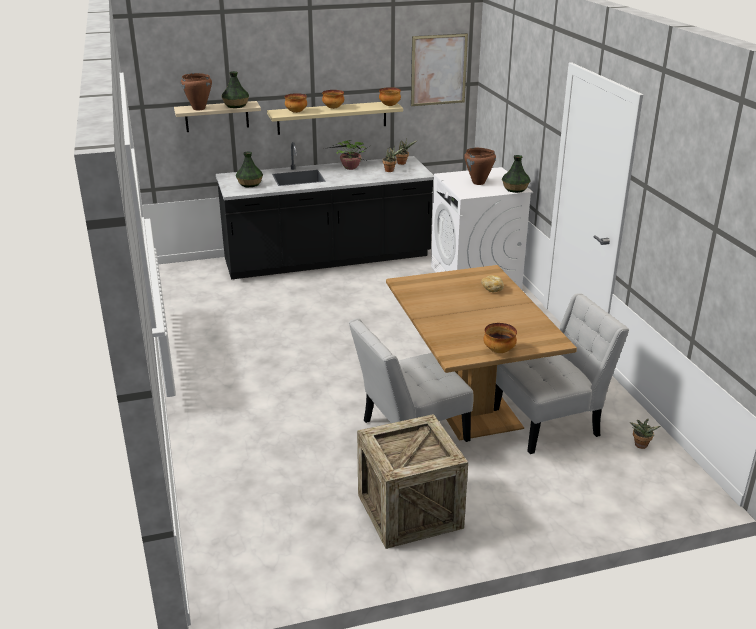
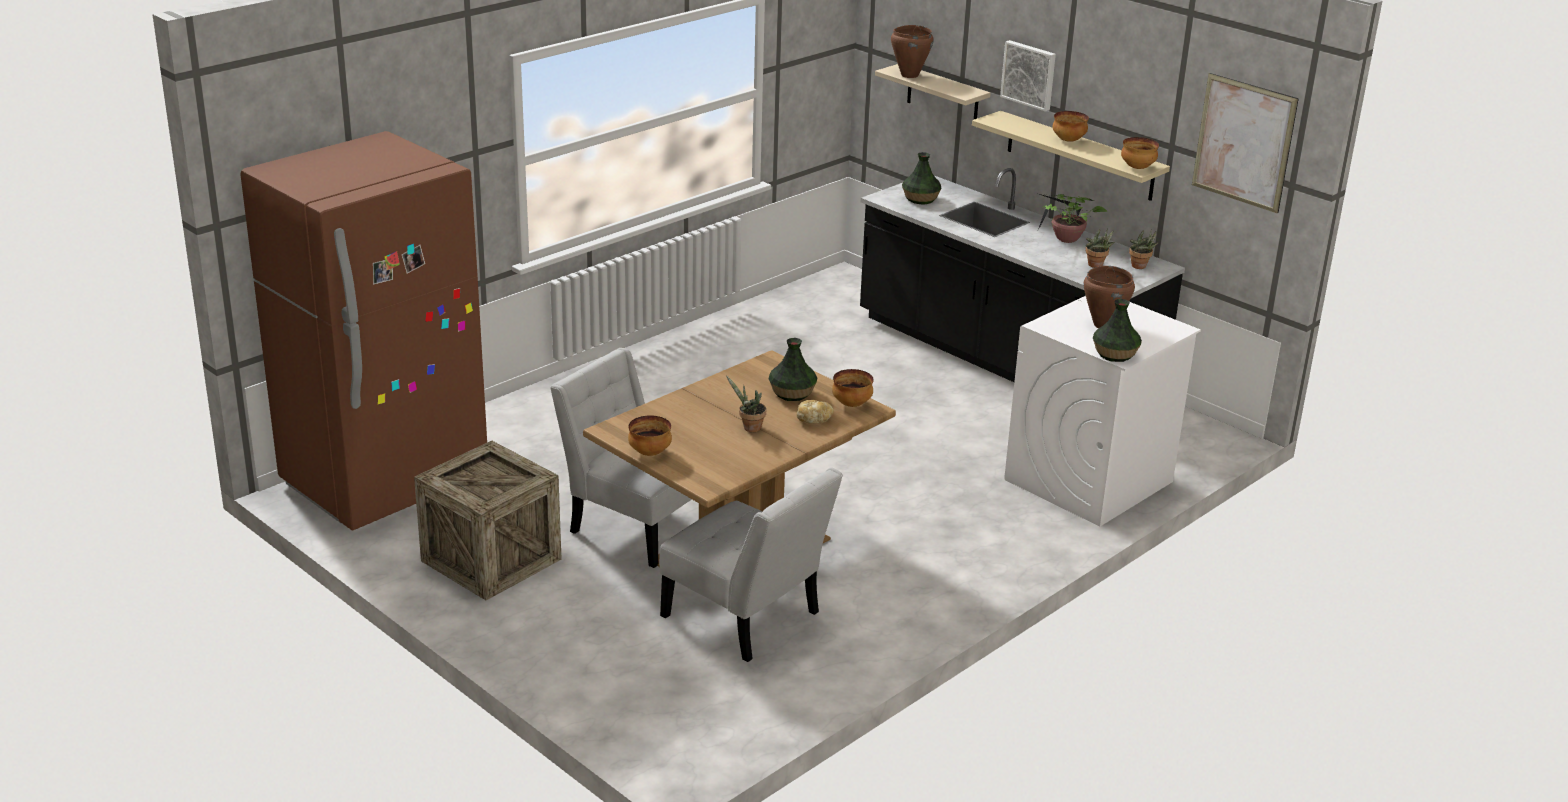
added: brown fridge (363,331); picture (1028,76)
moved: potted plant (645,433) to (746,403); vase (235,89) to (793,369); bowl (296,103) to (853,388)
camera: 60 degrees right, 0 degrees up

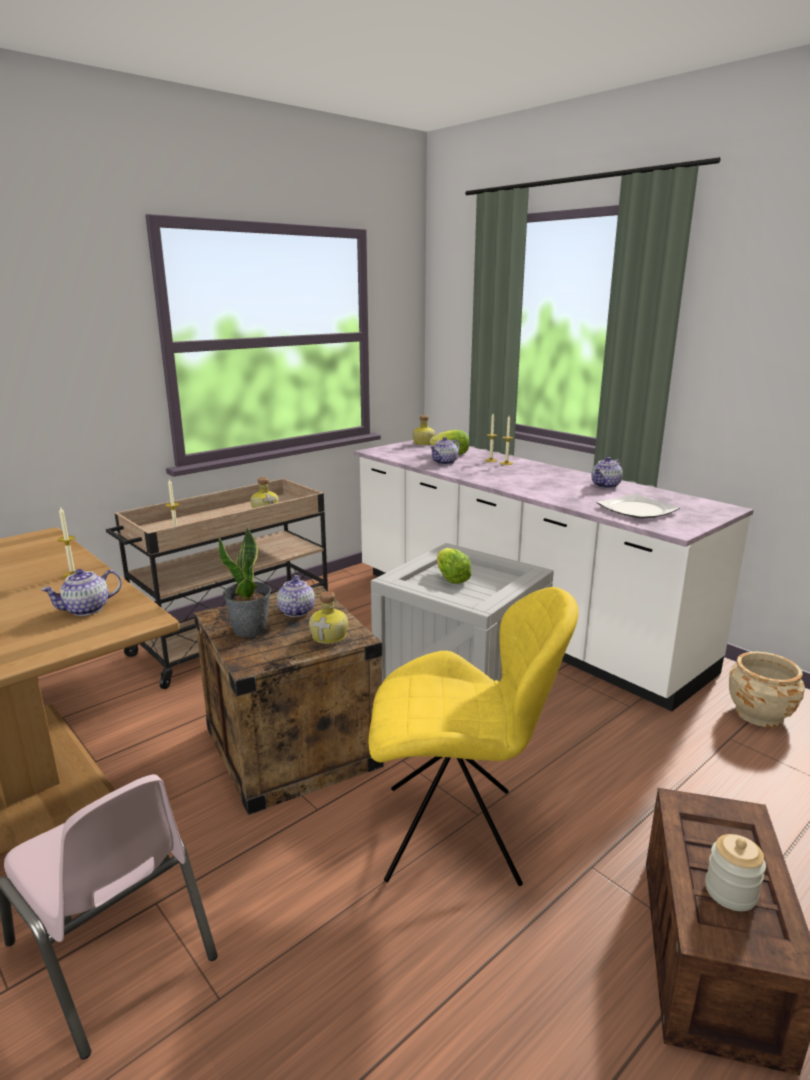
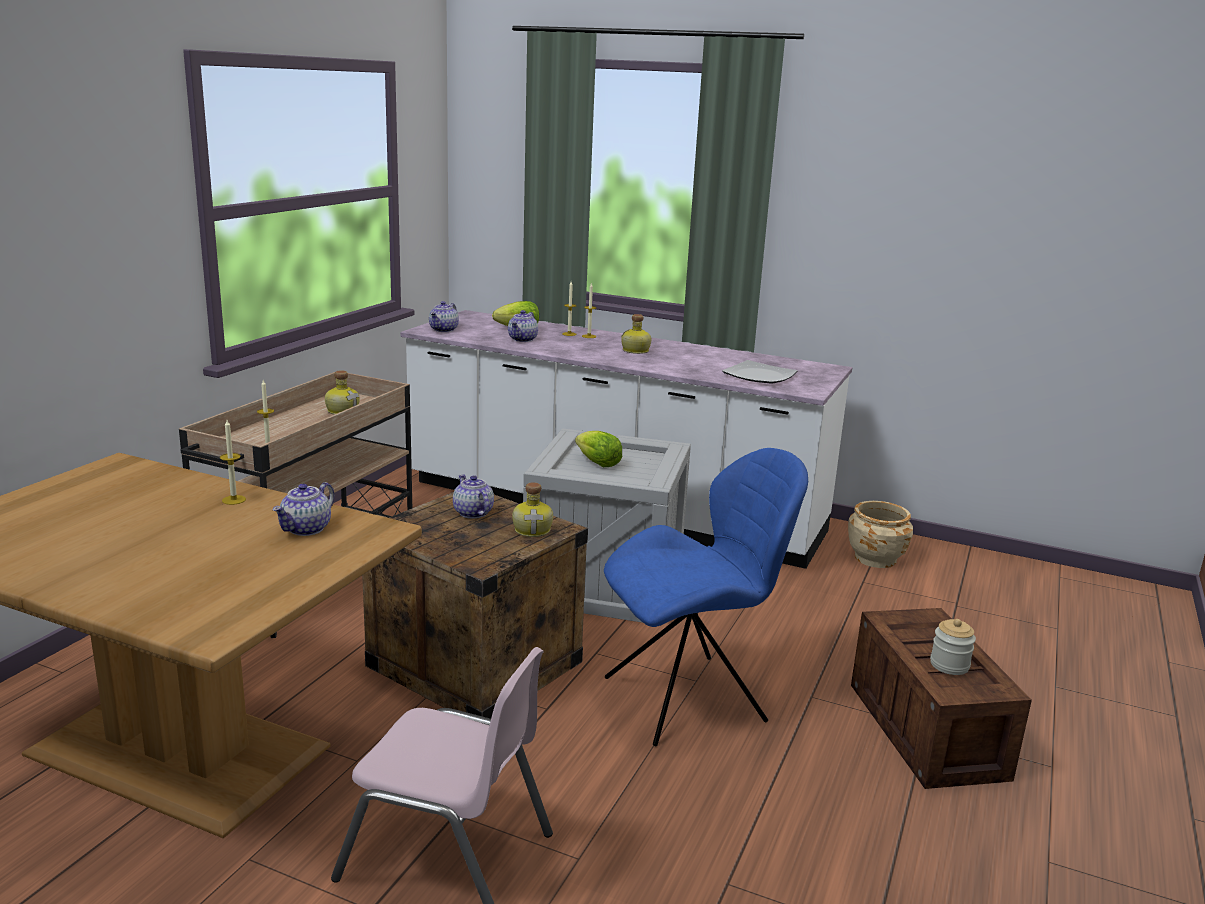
removed: potted plant (244,581)
moved: teapot (607,472) to (444,316); bottle (424,430) to (636,334)
recoloured: yellow chair (473,736) to blue chair (706,597)
camera: 25 degrees left, 0 degrees up

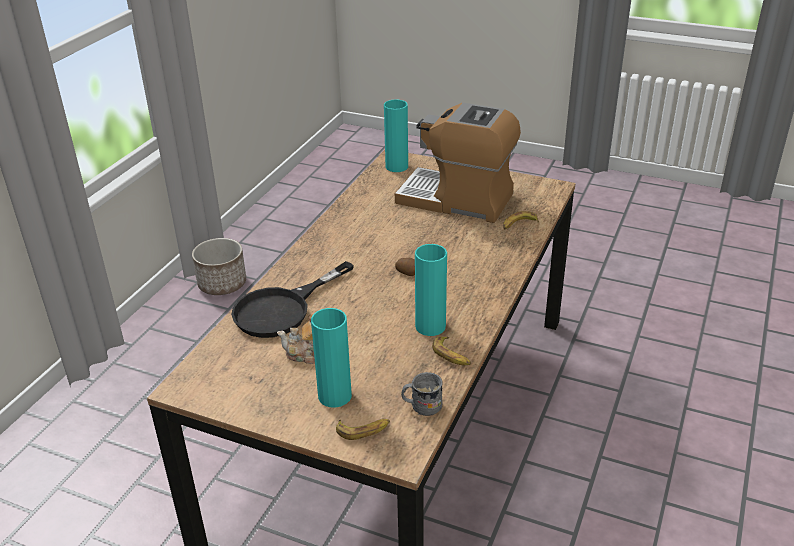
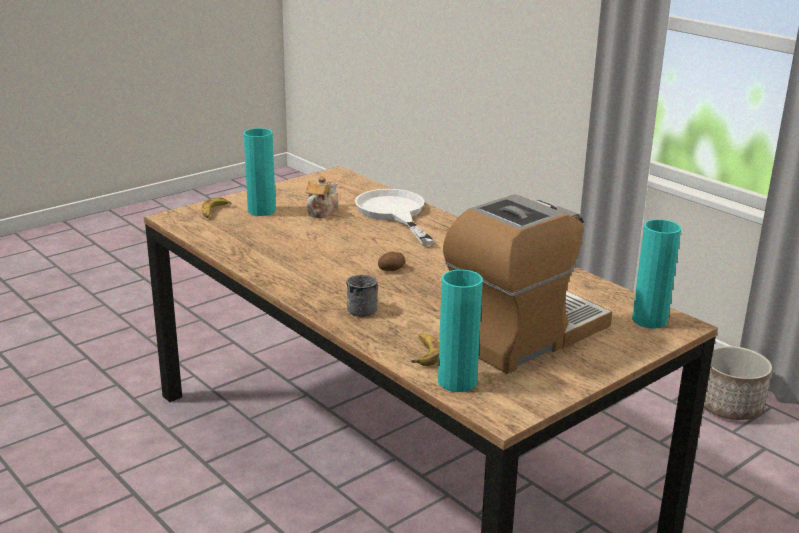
removed: banana (451,351)
moved: grey mug (422,394) to (362,296); turquoise vase (431,290) to (460,331)
recoloured: black frying pan (292,299) to white frying pan (394,217)
camera: 115 degrees right, 10 degrees down

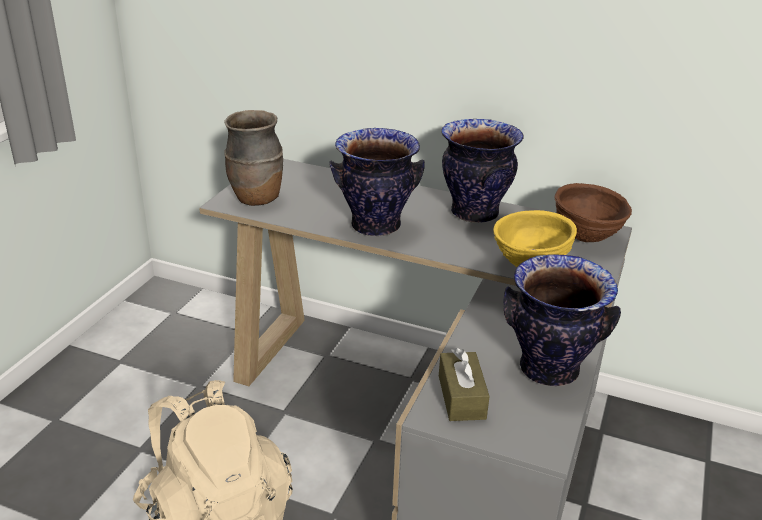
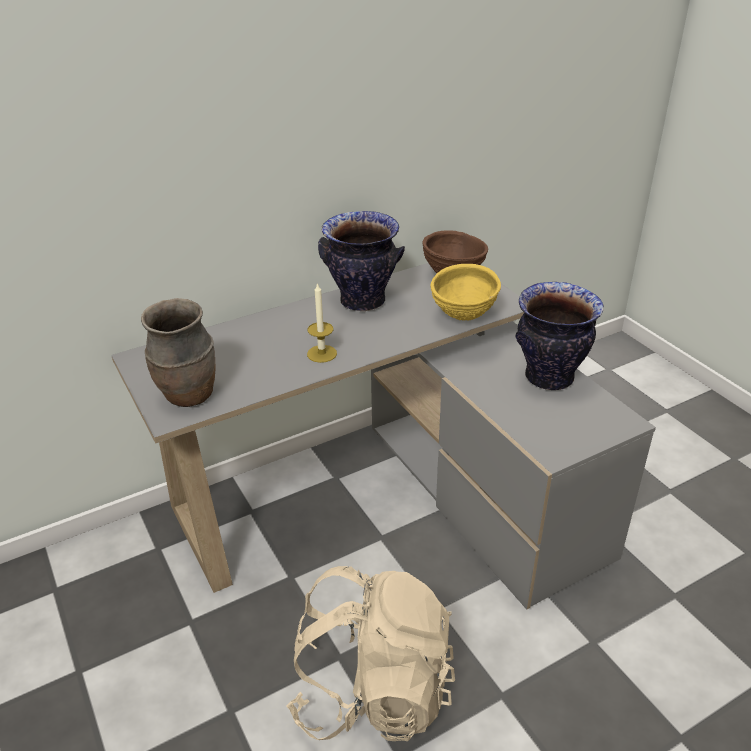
removed: brown tissue box (464,384)
replaced: vase (377,182) to candle (322,323)
camera: 50 degrees left, 5 degrees up

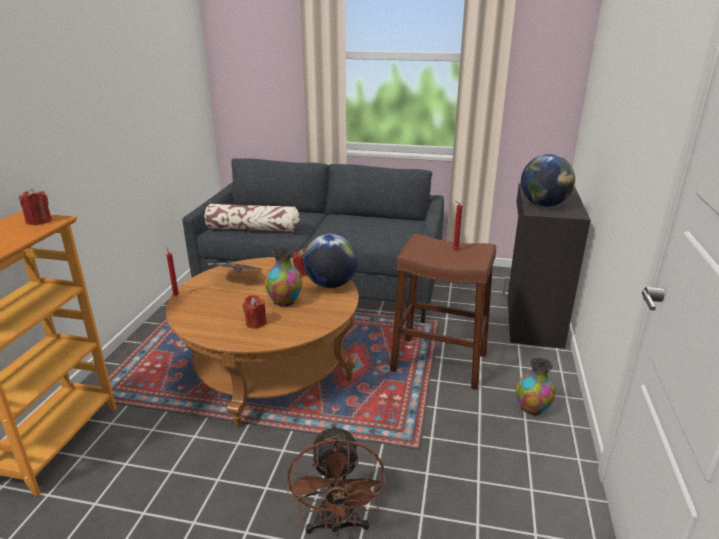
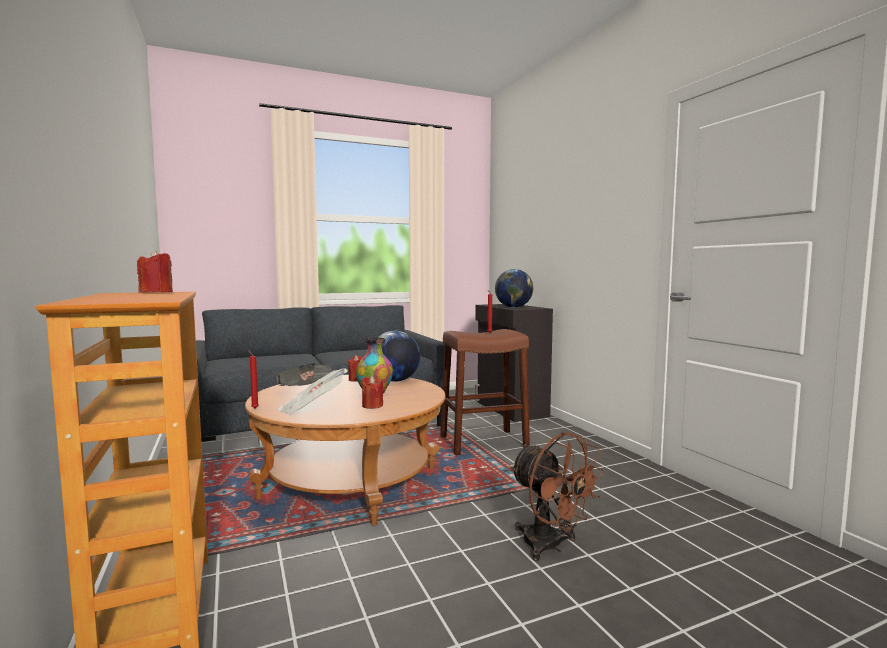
removed: pillow (252,218); vase (535,386)
added: newspaper (312,391)
camera: 35 degrees left, 20 degrees down

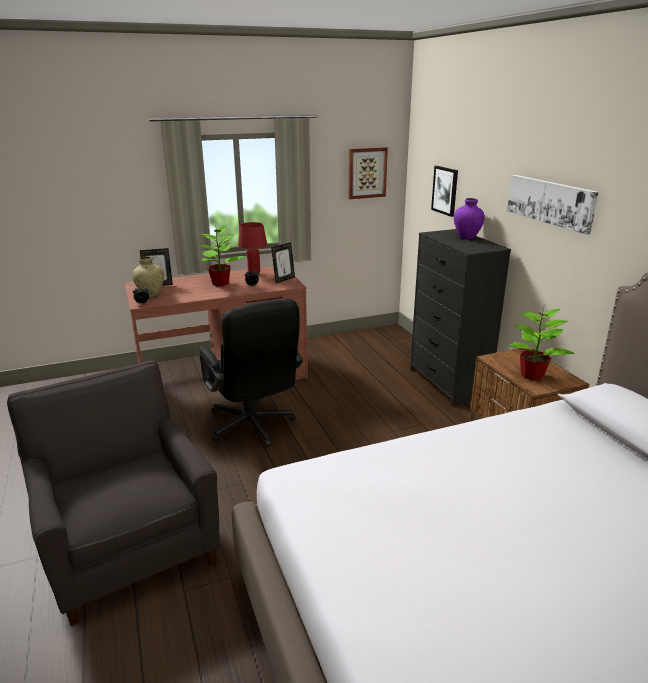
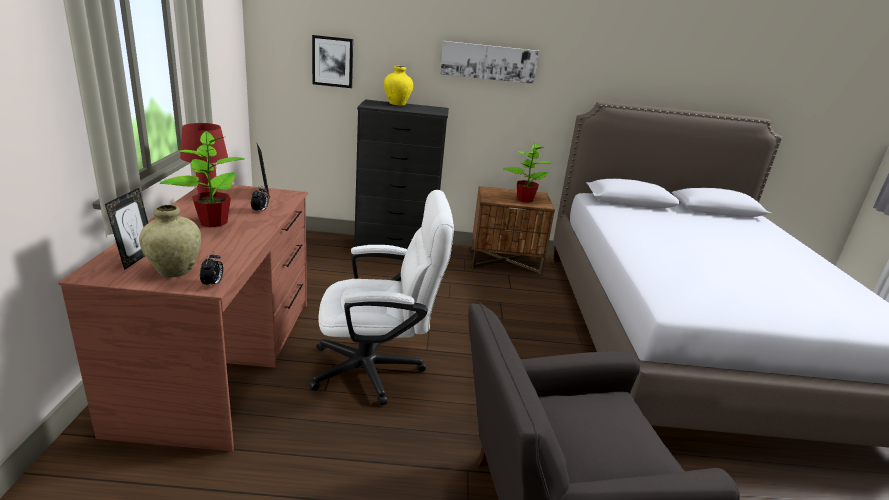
removed: picture (368,173)
recoloured: black office chair (251,373) to white office chair (381,297); purple vase (469,218) to yellow vase (398,86)
camera: 70 degrees left, 0 degrees up

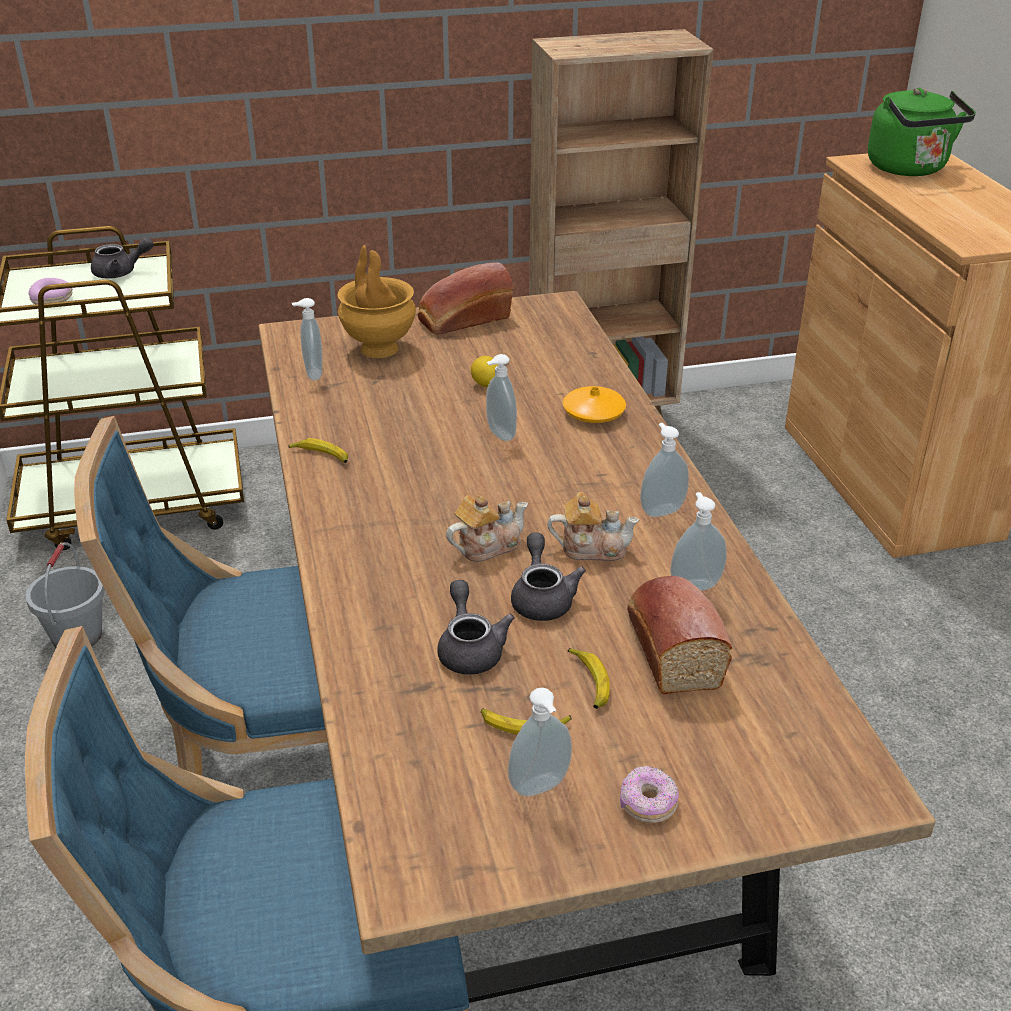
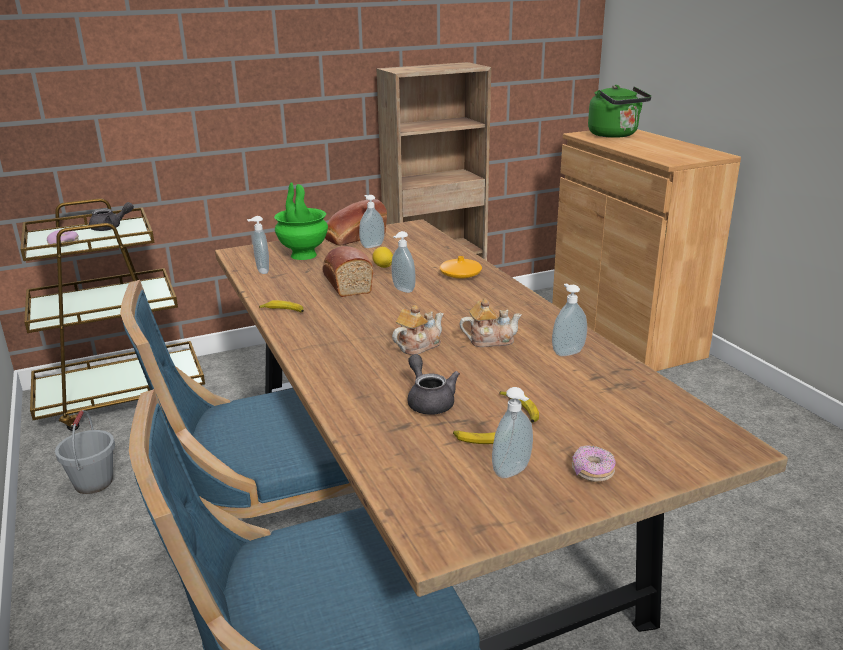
removed: grey teapot (548,576)
moved: bread (679,635) to (348,271); soap dispenser (664,470) to (372,221)
recoloured: brown vase (377,301) to green vase (301,221)
camera: 10 degrees left, 10 degrees down

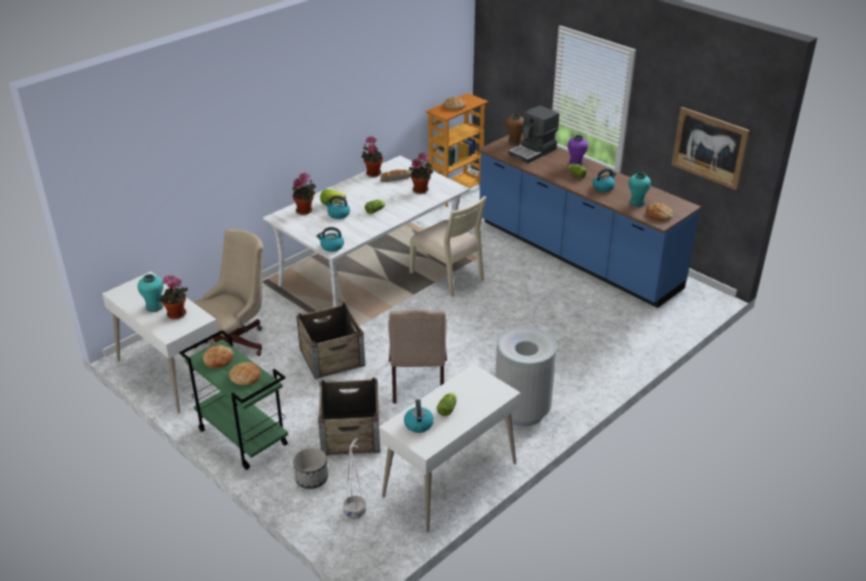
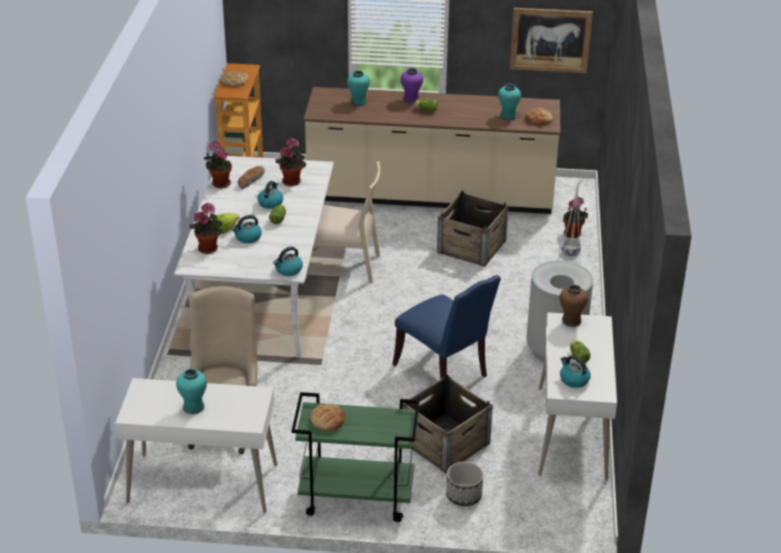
removed: bread (245,373)
moved: kettle (604,180) to (270,195); crate (330,340) to (473,229); brown vase (515,129) to (574,306); white planter (354,478) to (573,216); potted plant (173,297) to (575,217)
replaced: coffee machine (533,134) to turquoise vase (358,88)
recoloured: blue counter (589,220) to beige counter (432,150); beige chair (417,356) to blue chair (446,327)
camera: 40 degrees left, 0 degrees up

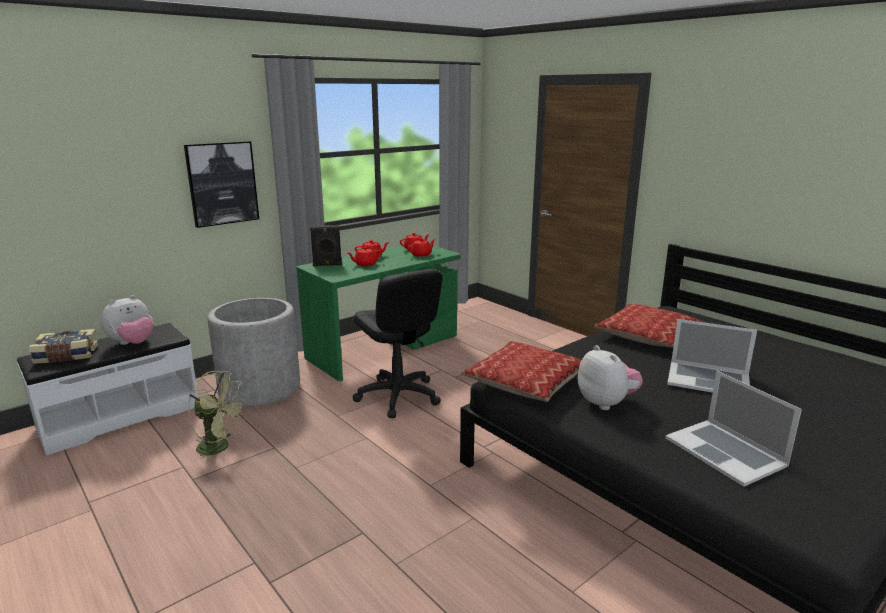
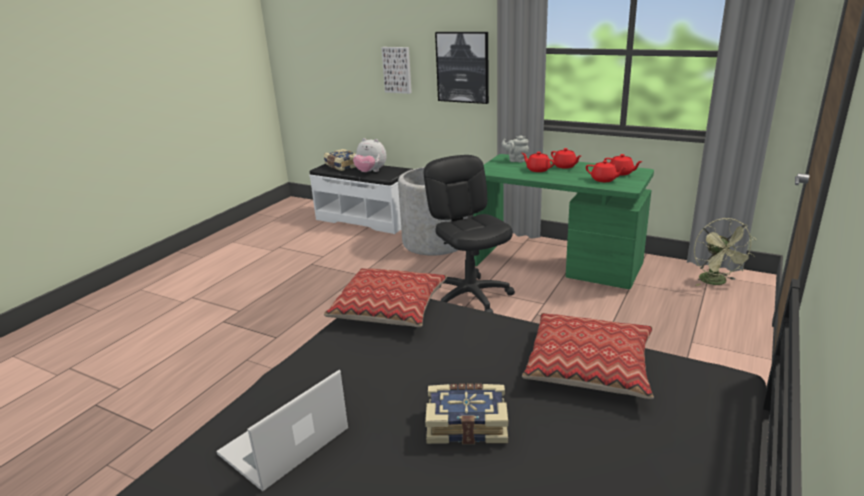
removed: plush toy (610,377)
added: picture (396,70)
moved: green fan (217,417) to (725,252)
replaced: laptop (712,356) to book (466,414); black speaker (326,246) to grey teapot (515,148)
turned: black office chair (398,343) = (469,234) 120 degrees clockwise
camera: 70 degrees right, 5 degrees up

